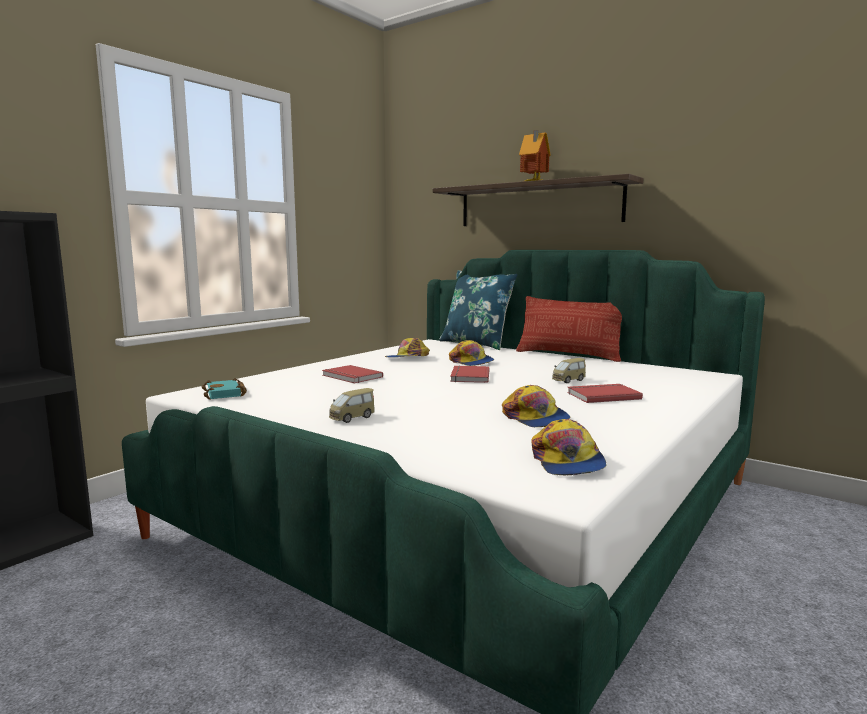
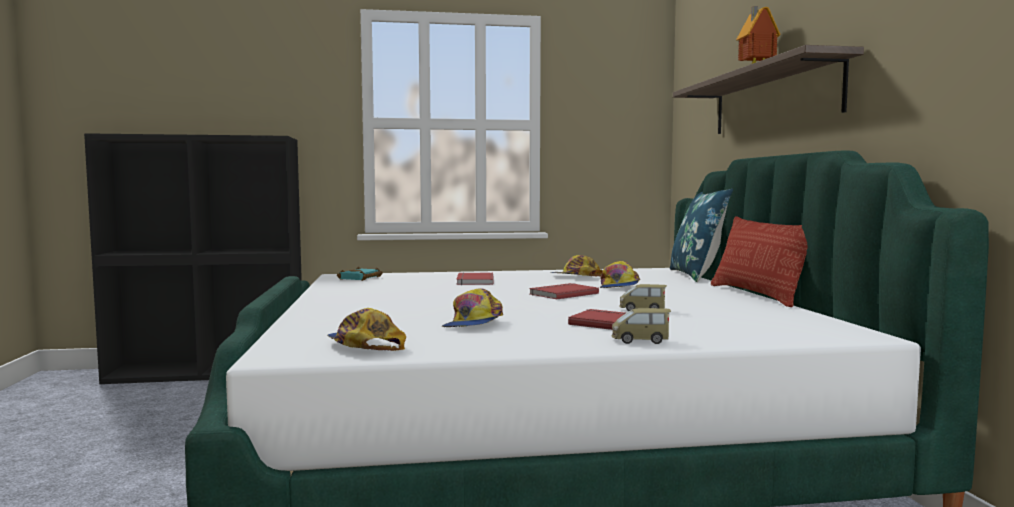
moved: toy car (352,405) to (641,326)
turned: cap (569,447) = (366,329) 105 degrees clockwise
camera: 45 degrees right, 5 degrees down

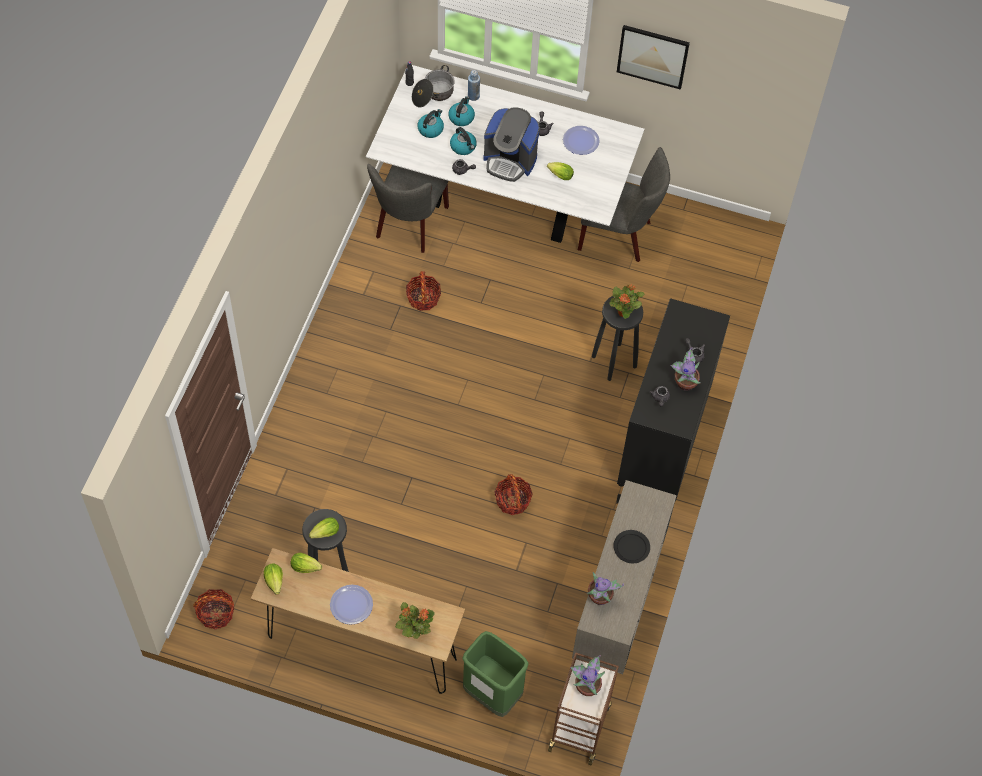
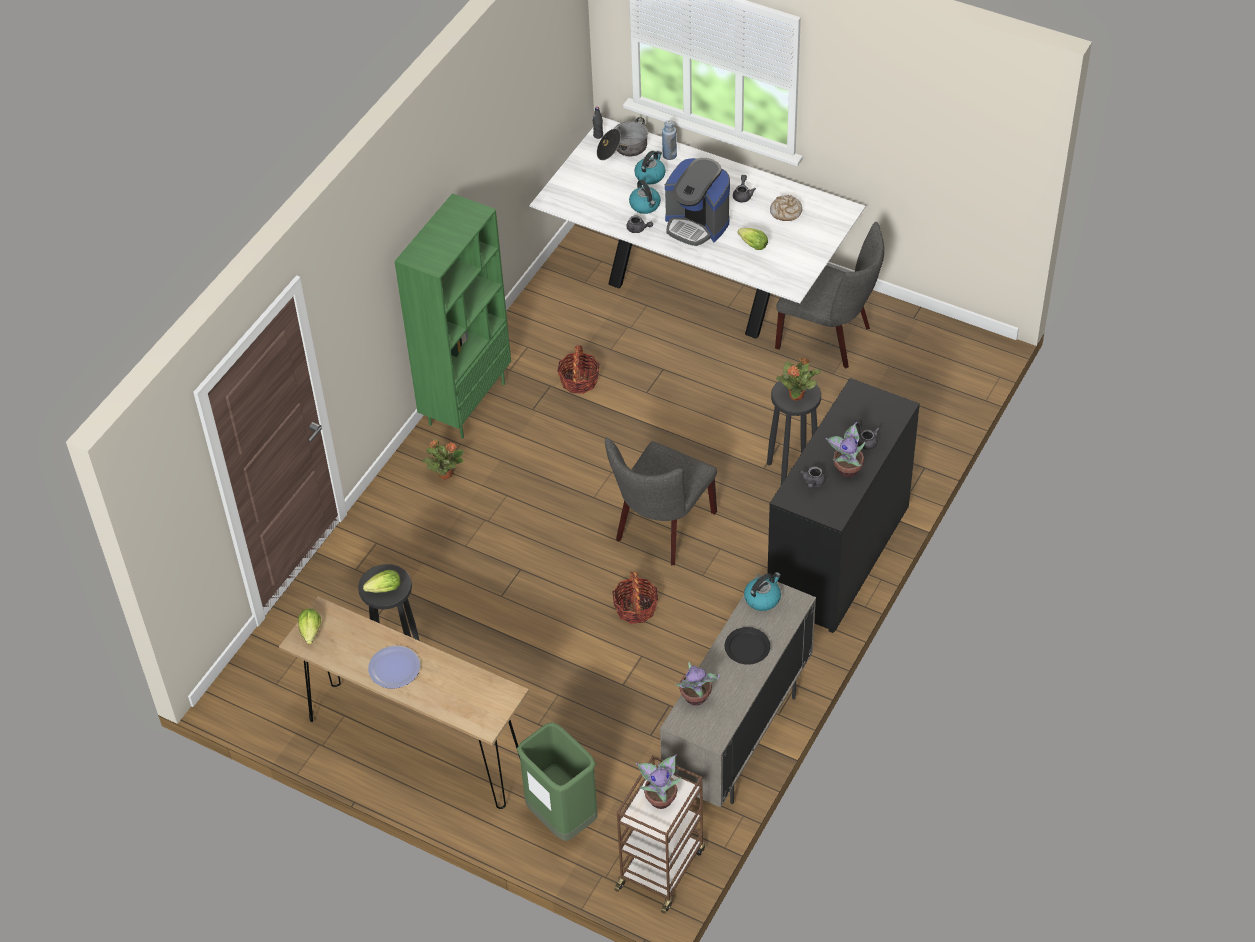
removed: basket (214,609); lettuce (306,563); picture (653,57)
added: green bookcase (452,316)
moved: potted plant (415,620) to (443,459); grey chair (408,208) to (661,501); kettle (430,123) to (762,591)
replaced: plate (581,140) to bread (786,208)
camera: 15 degrees right, 10 degrees down

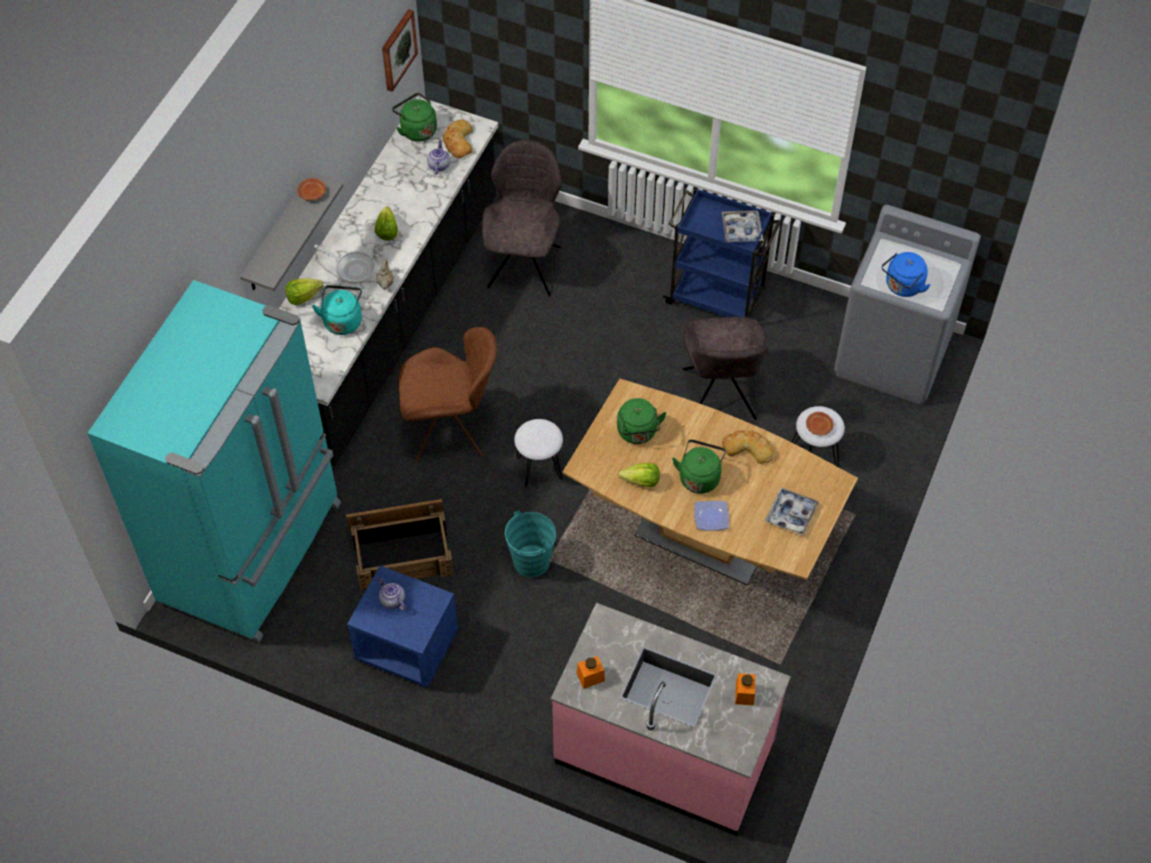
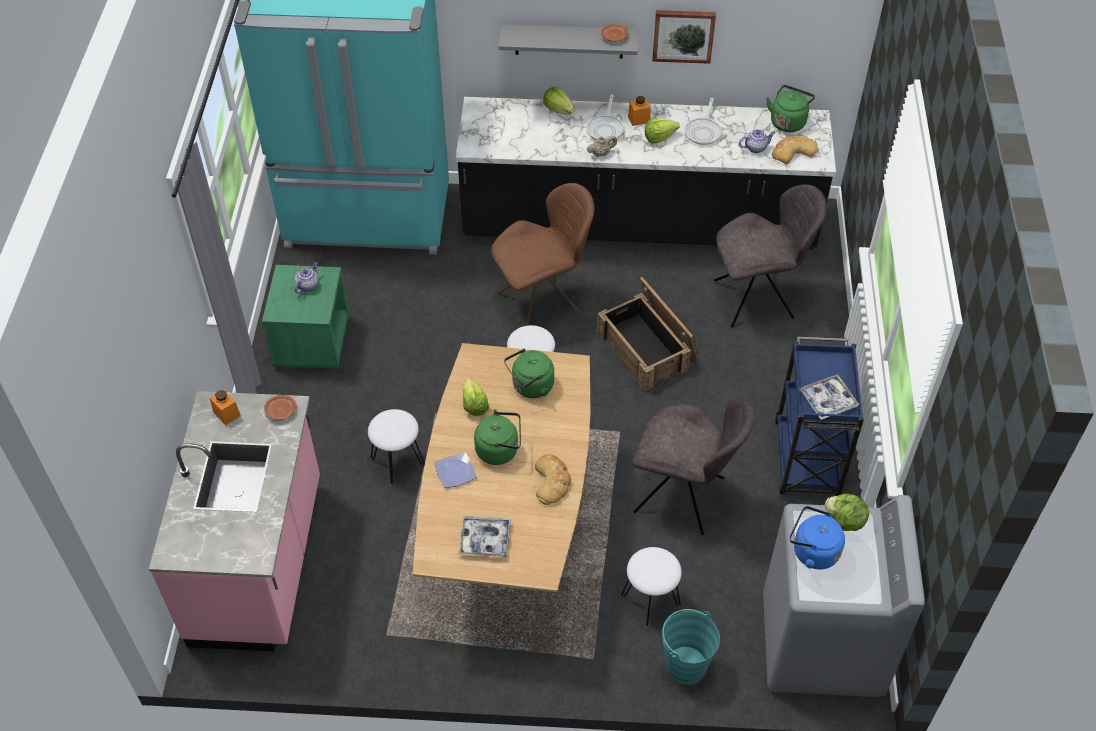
removed: turquoise kettle (337,310)
added: white stool (396,447); frying pan (703,121); lettuce (847,512)
moved: brown plate (820,423) to (280,407); crate (400,544) to (648,334); orange jar (745,689) to (639,111); picture (400,50) to (684,37); turquoise bucket (530,544) to (691,646)
recoloured: blue nightstand (402,626) to green nightstand (305,317)
turned: brown chair (448,395) = (542,254) 90 degrees counterclockwise; grey chair (725,368) = (694,467) 135 degrees counterclockwise
camera: 70 degrees right, 5 degrees down

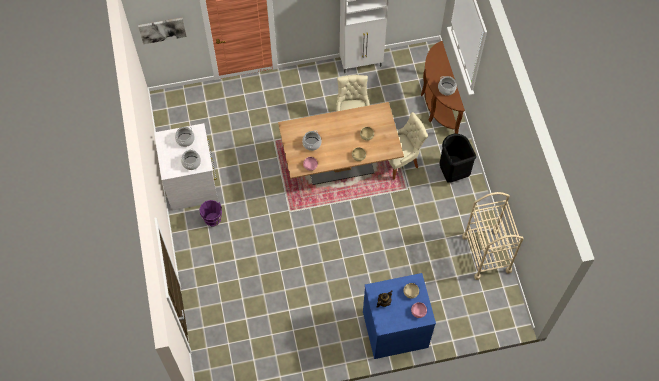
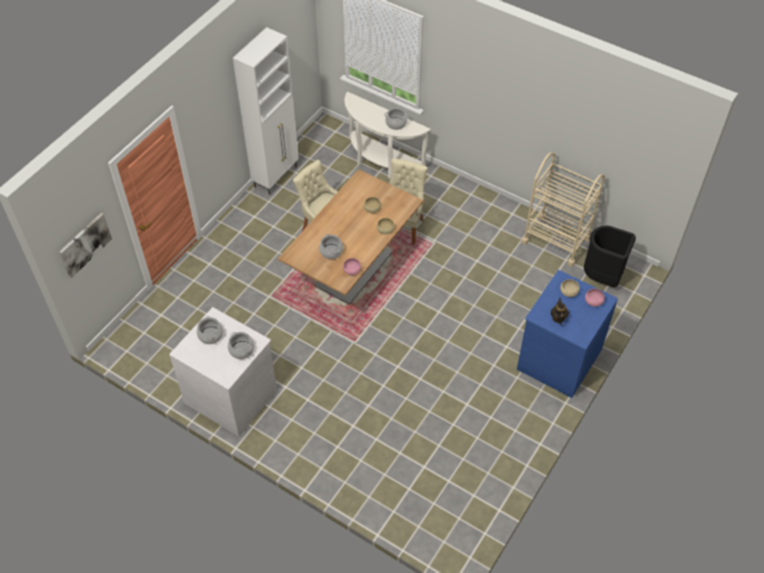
removed: purple bucket (211,213)
moved: black trash can (458,158) to (610,256)
recoloured: brown console table (443,87) to white console table (388,135)
camera: 45 degrees left, 10 degrees down

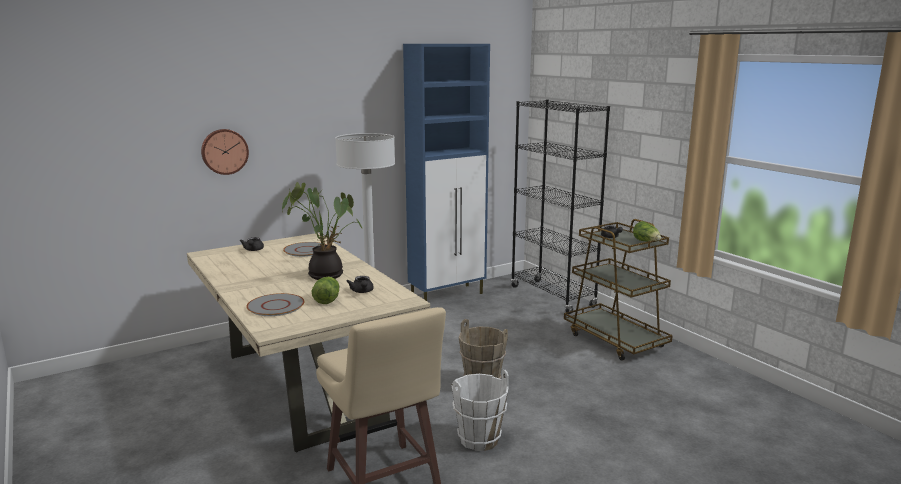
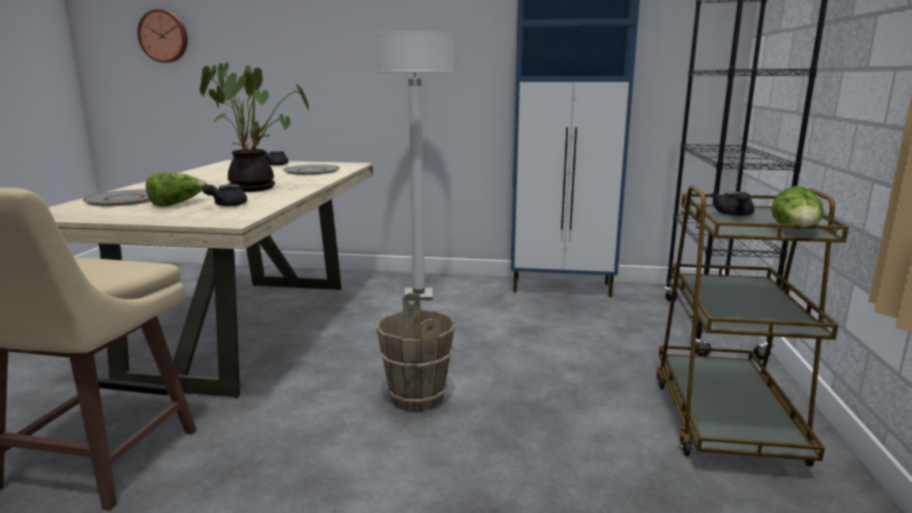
removed: white bucket (480,410)
moved: wall clock (225,152) to (162,36)
camera: 40 degrees right, 0 degrees up

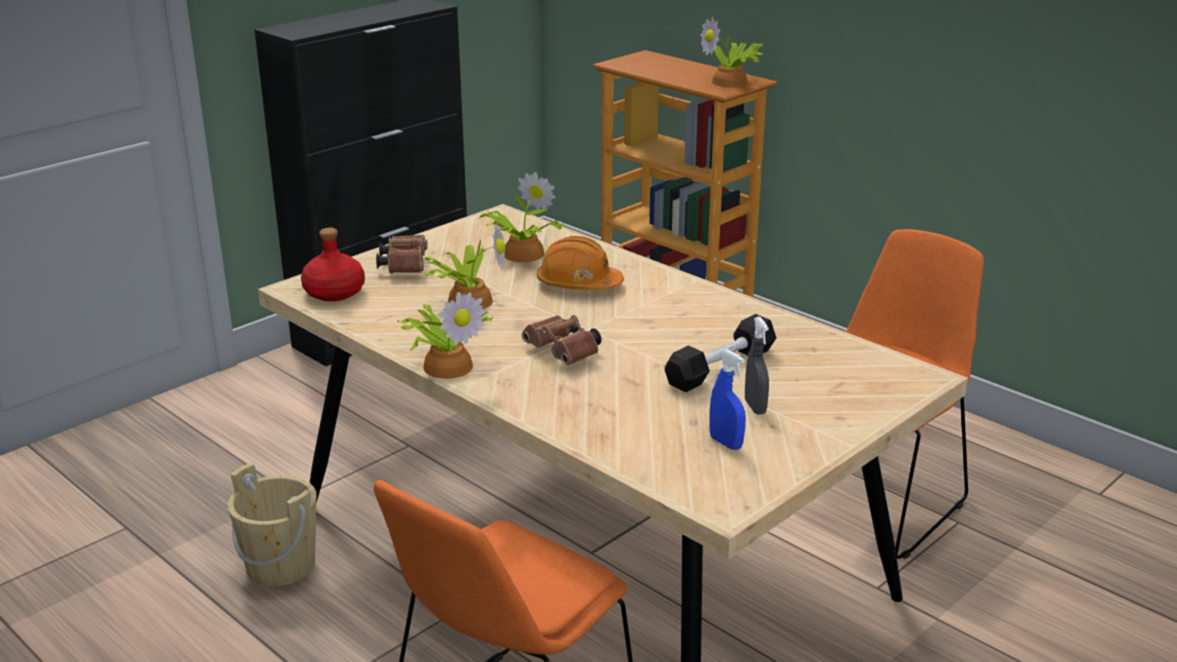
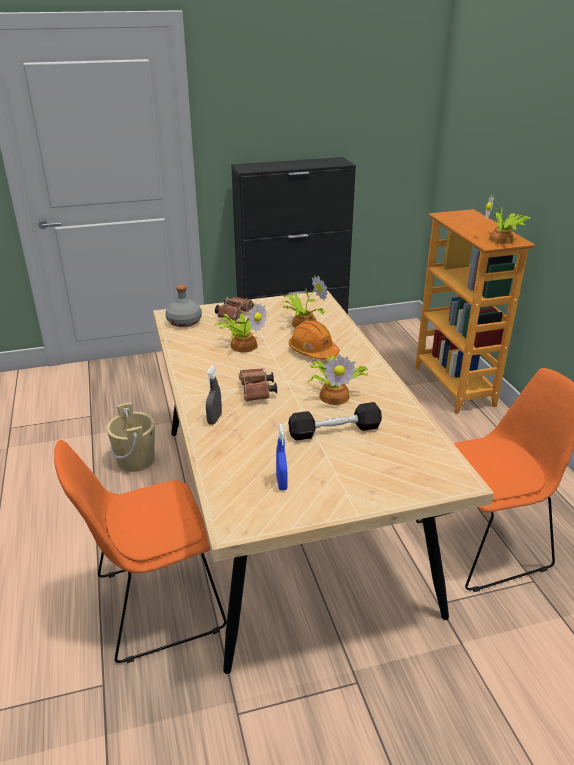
moved: grey spray bottle (757,366) to (214,395); potted plant (445,335) to (338,380)
recoloured: red bottle (333,264) to grey bottle (183,306)
camera: 30 degrees right, 5 degrees up

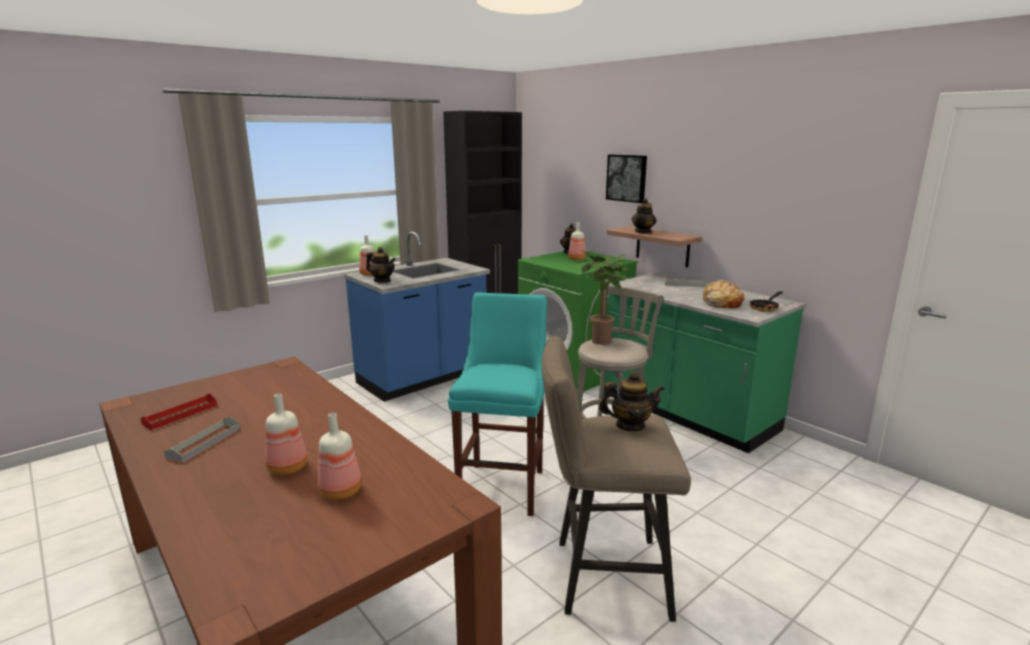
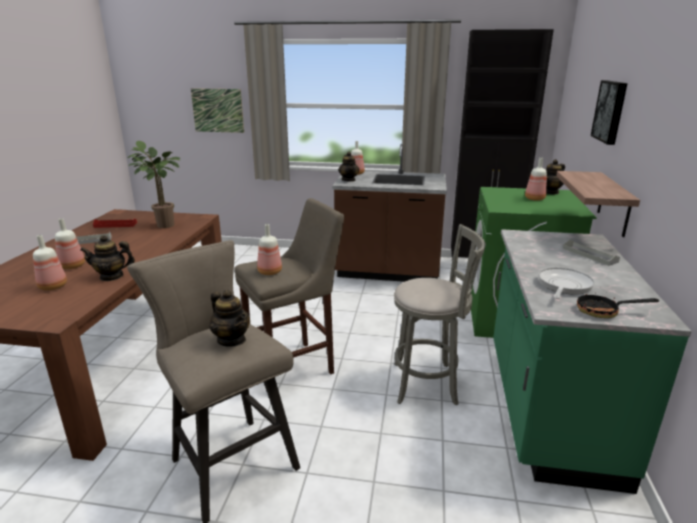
added: picture (217,110); bottle (269,249)
moved: teapot (644,216) to (107,258); potted plant (602,297) to (154,184)
replaced: bread (723,294) to frying pan (566,283)
recoloured: turquoise stool (497,404) to beige stool (289,286); blue counter (417,316) to brown counter (389,213)
camera: 50 degrees right, 5 degrees up

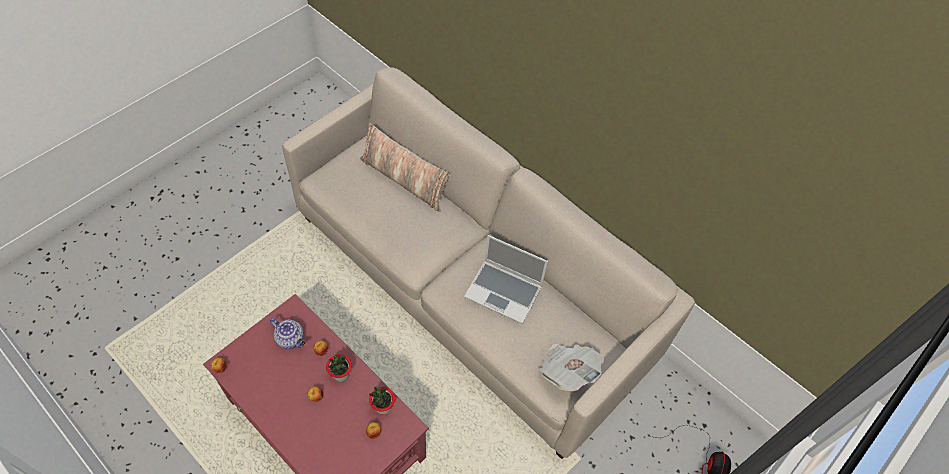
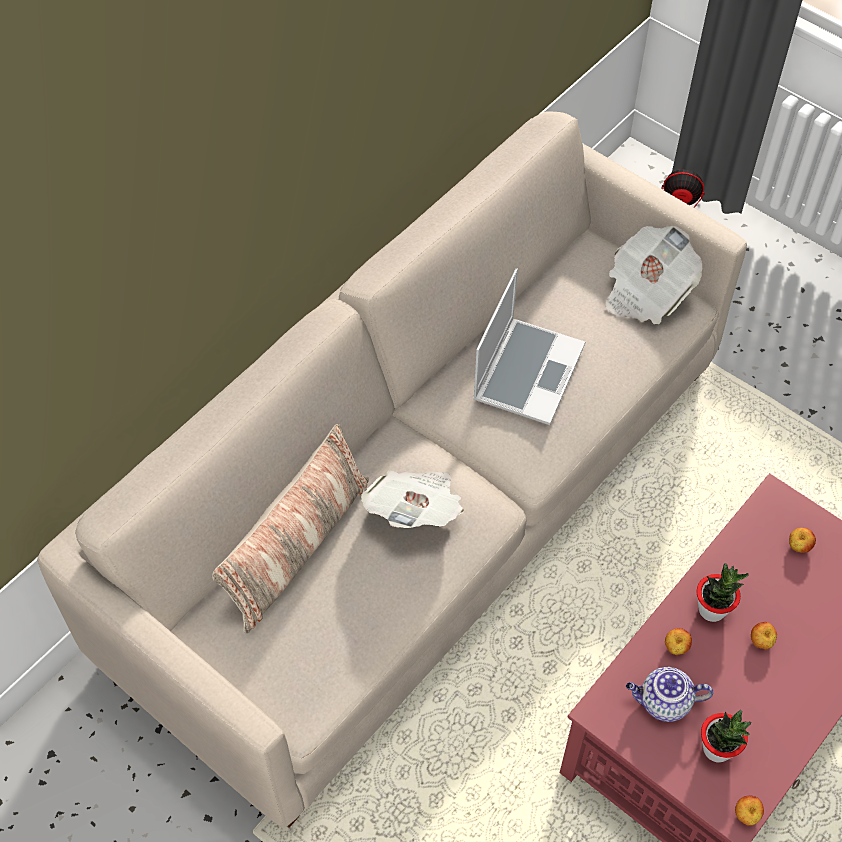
added: newspaper (412,499)
moved: potted plant (382,400) to (726,736)
turned: teapot (288,333) = (670,694) 120 degrees counterclockwise
camera: 90 degrees left, 0 degrees up

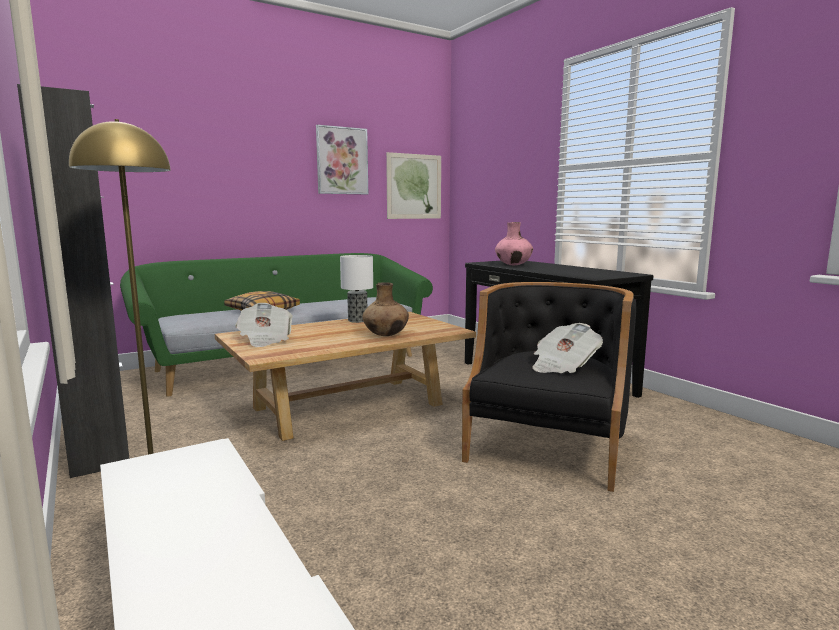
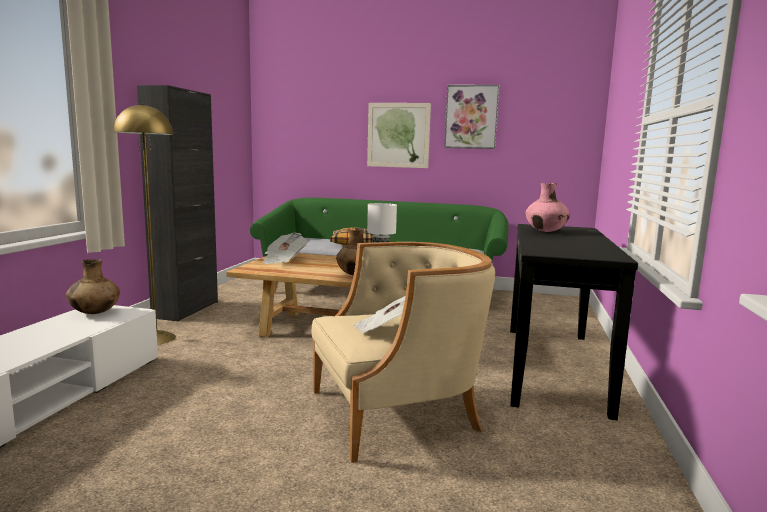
added: brown vase (93,286)
moved: picture (413,185) to (399,135)
recoloured: black armchair (549,387) to beige armchair (403,352)
camera: 45 degrees right, 0 degrees up

